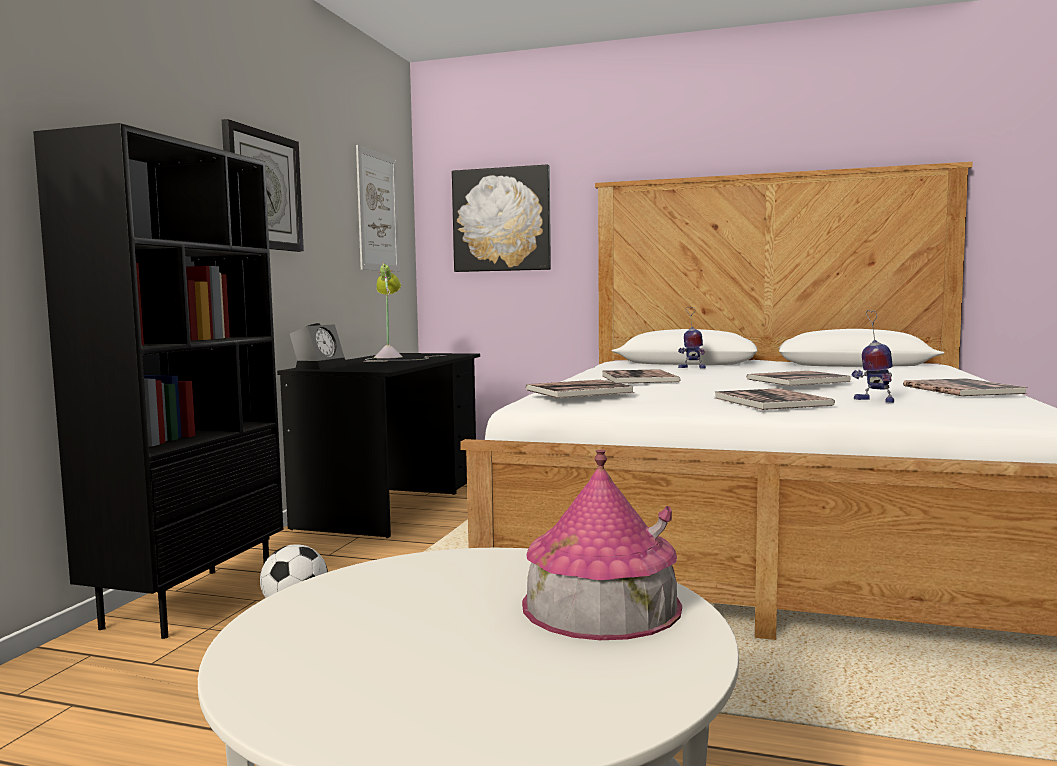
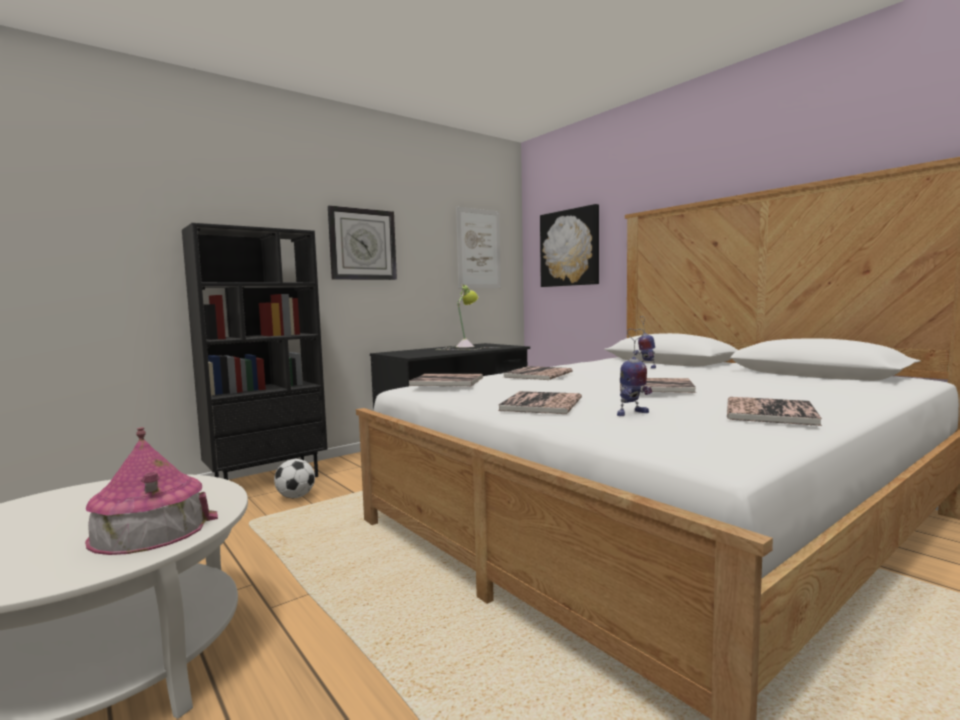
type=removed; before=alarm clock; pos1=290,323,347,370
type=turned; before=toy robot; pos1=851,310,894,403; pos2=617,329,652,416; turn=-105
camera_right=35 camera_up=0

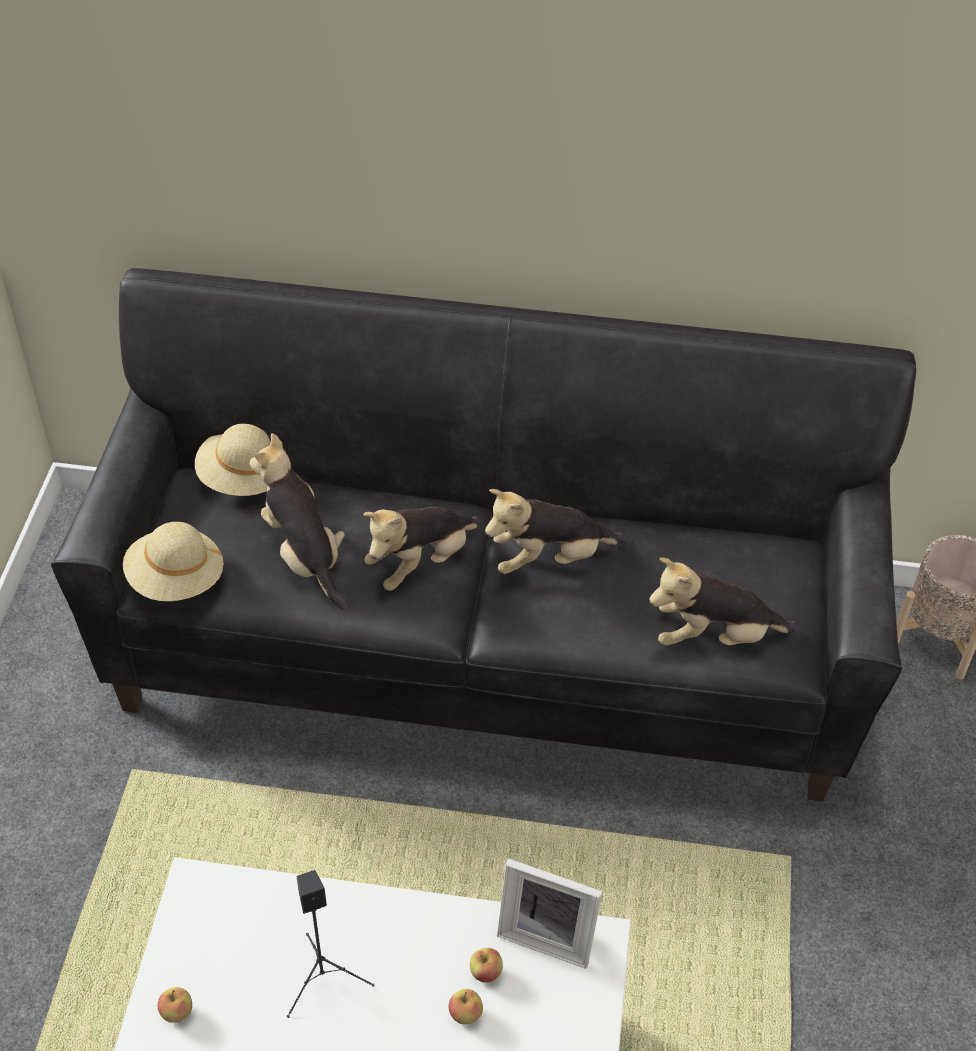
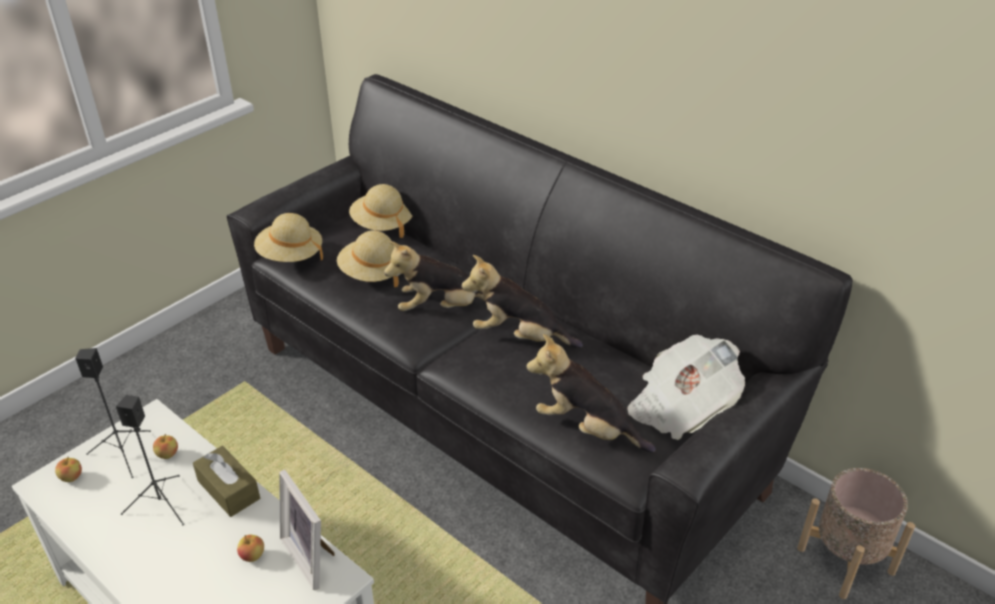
type=replaced; before=soft toy; after=sand-coloured hat; pos1=250,433,349,610; pos2=337,230,399,287
type=moved; before=whole apple; pos1=449,989,483,1024; pos2=153,434,178,459
type=added; after=blackish speaker; pos2=75,348,151,478
type=added; after=brownish box of tissues; pos2=193,446,260,517
type=added; after=newspaper; pos2=627,334,745,440
camera_right=35 camera_up=-10

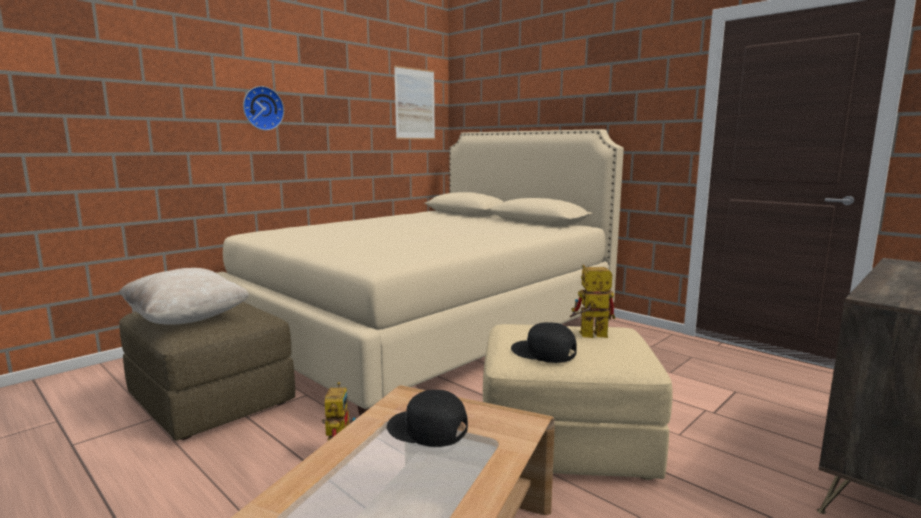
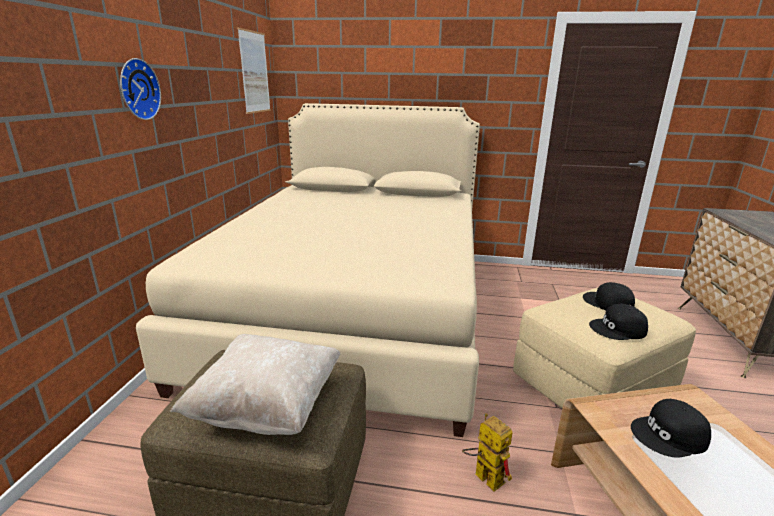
type=replaced; before=toy robot; after=blackish baseball cap; pos1=570,265,615,338; pos2=583,282,635,311
camera_right=-35 camera_up=10

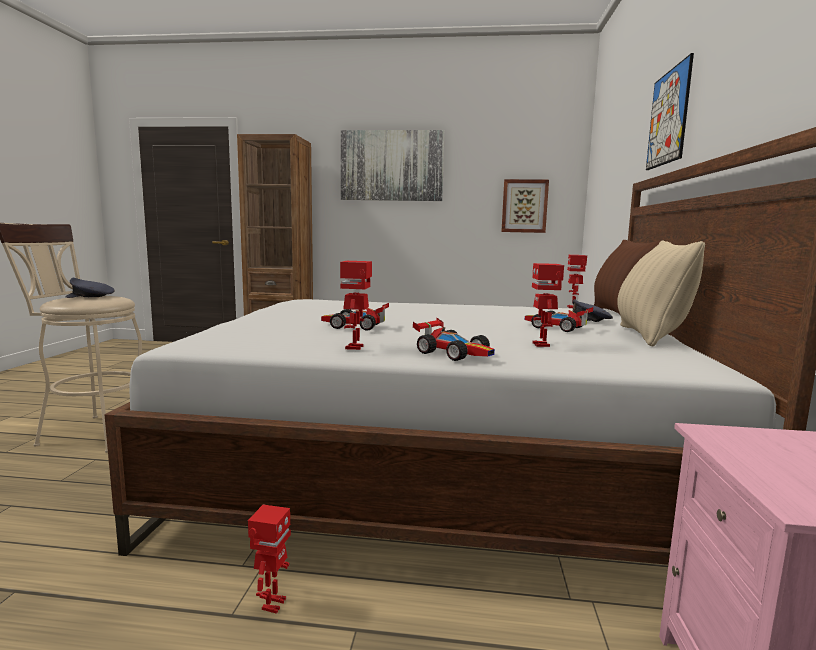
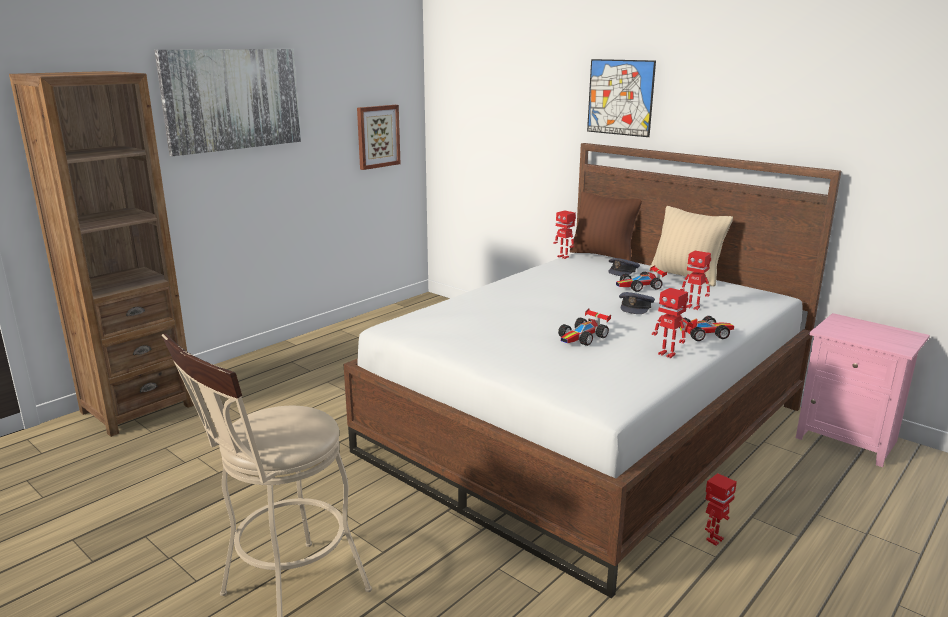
type=moved; before=greyish baseball cap; pos1=66,278,114,298; pos2=619,292,655,314
type=turned; before=toy robot; pos1=248,504,291,614; pos2=705,473,737,546; turn=90
camera_right=-55 camera_up=10

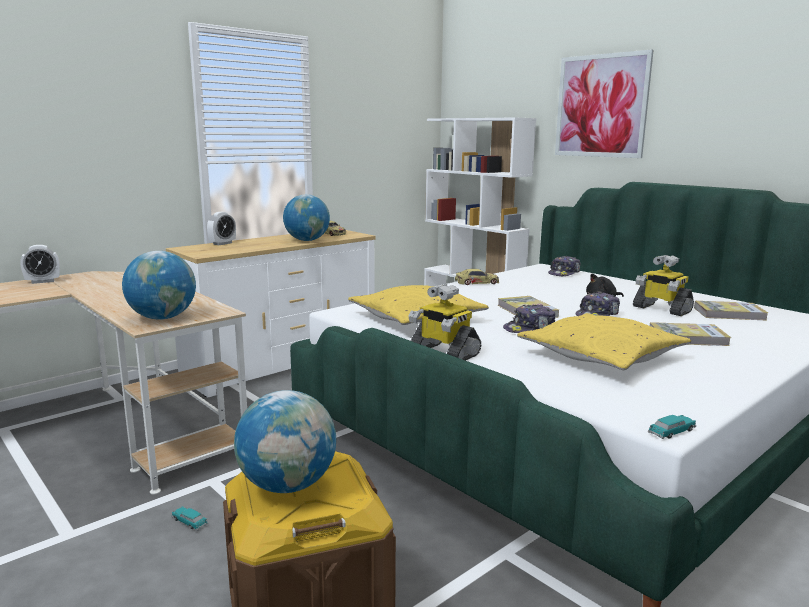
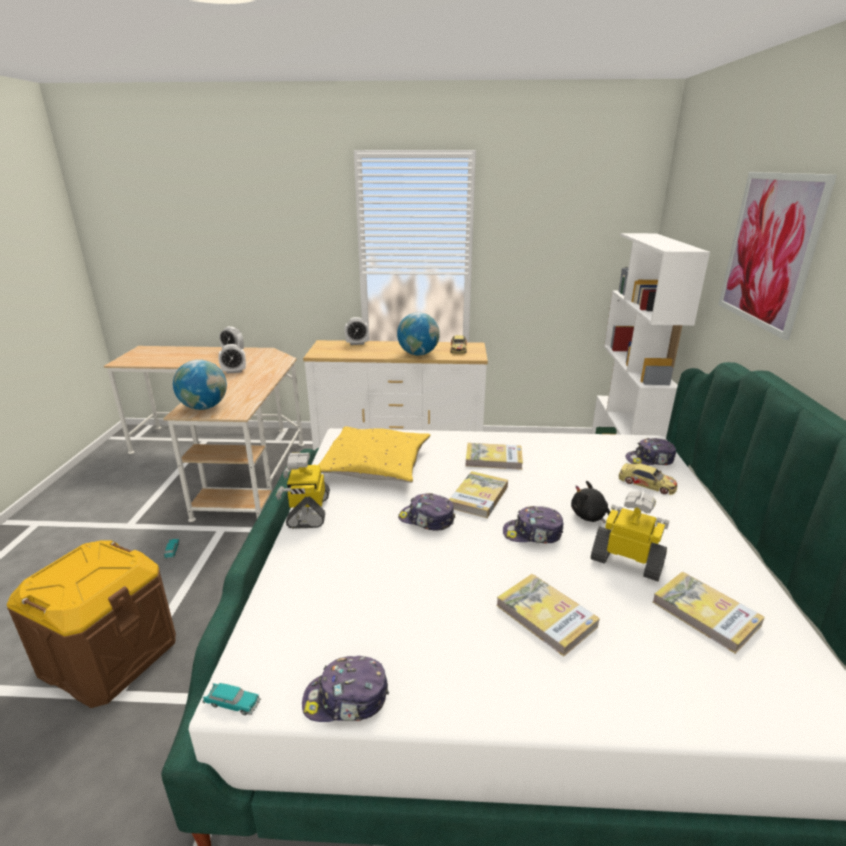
type=removed; before=desk globe; pos1=234,390,336,493
type=moved; before=model car; pos1=455,269,499,285; pos2=619,463,677,495
type=removed; before=yellowish throw pillow; pos1=517,313,691,370
type=turned; before=toy robot; pos1=633,255,694,316; pos2=591,491,669,581; turn=120
type=added; after=alarm clock; pos2=218,344,246,374
type=added; after=baseball cap; pos2=302,656,389,722
type=added; after=book; pos2=466,443,523,470
camera_right=45 camera_up=10

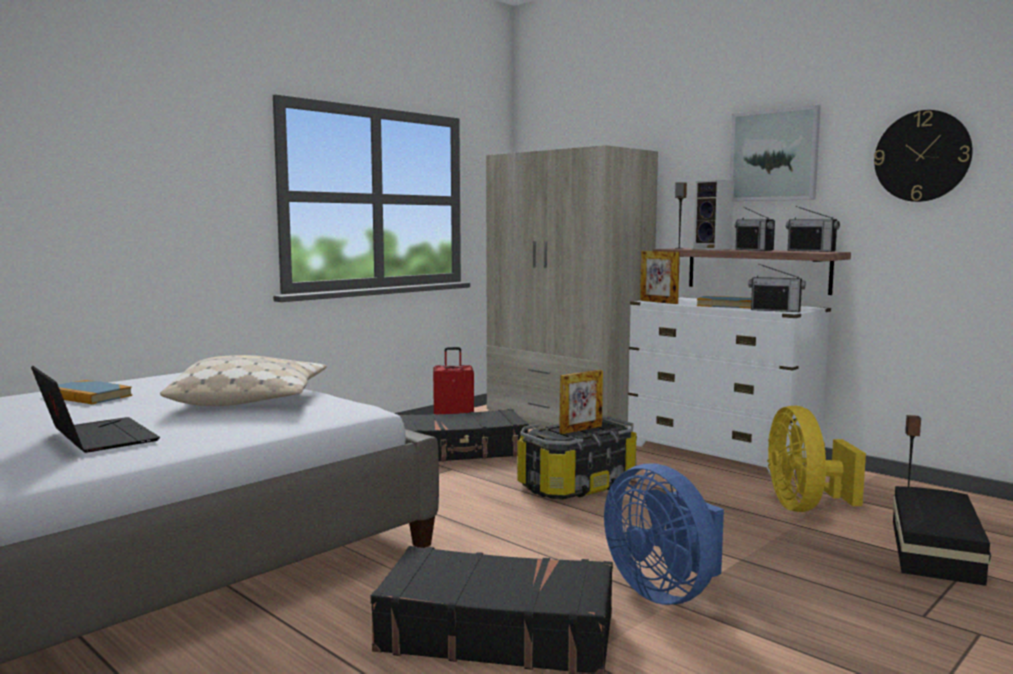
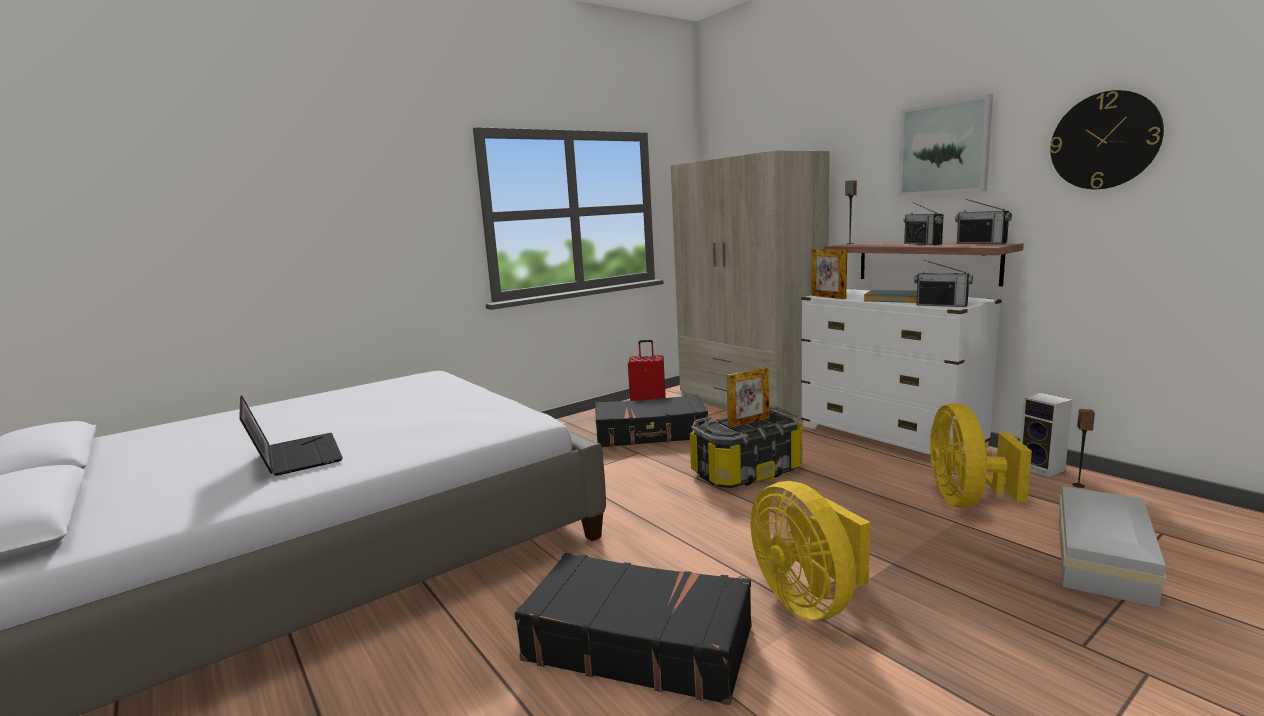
type=removed; before=book; pos1=58,380,132,404
type=removed; before=sand-coloured throw pillow; pos1=160,355,327,406
type=recoloured; before=bluish electric fan; after=yellowish electric fan; pos1=604,463,724,605; pos2=750,481,870,621
type=moved; before=speaker; pos1=693,180,734,250; pos2=1020,393,1073,477
type=recoloured; before=blackish storage bin; after=white-coloured storage bin; pos1=893,486,991,586; pos2=1059,486,1166,608
camera_right=10 camera_up=5

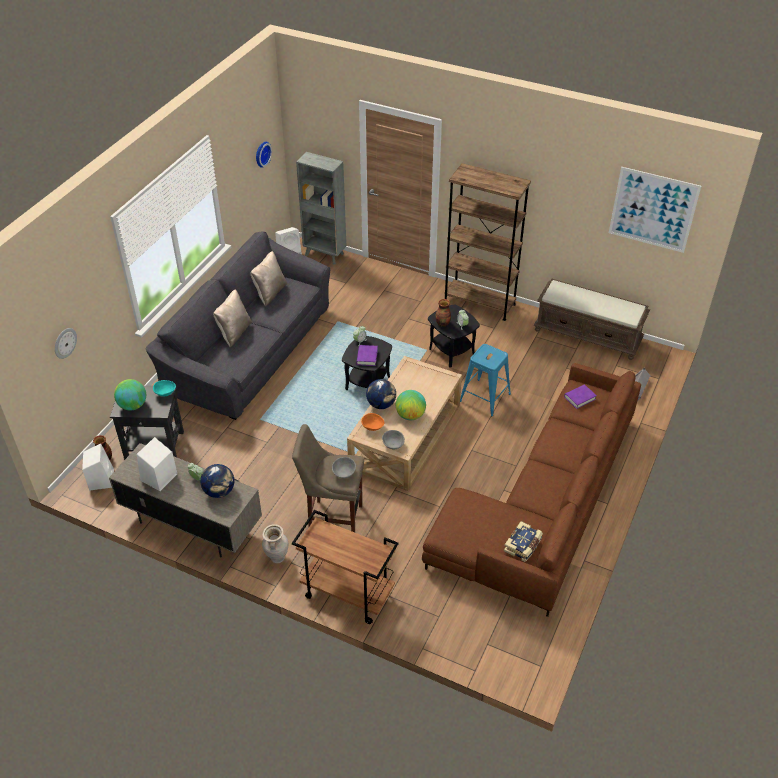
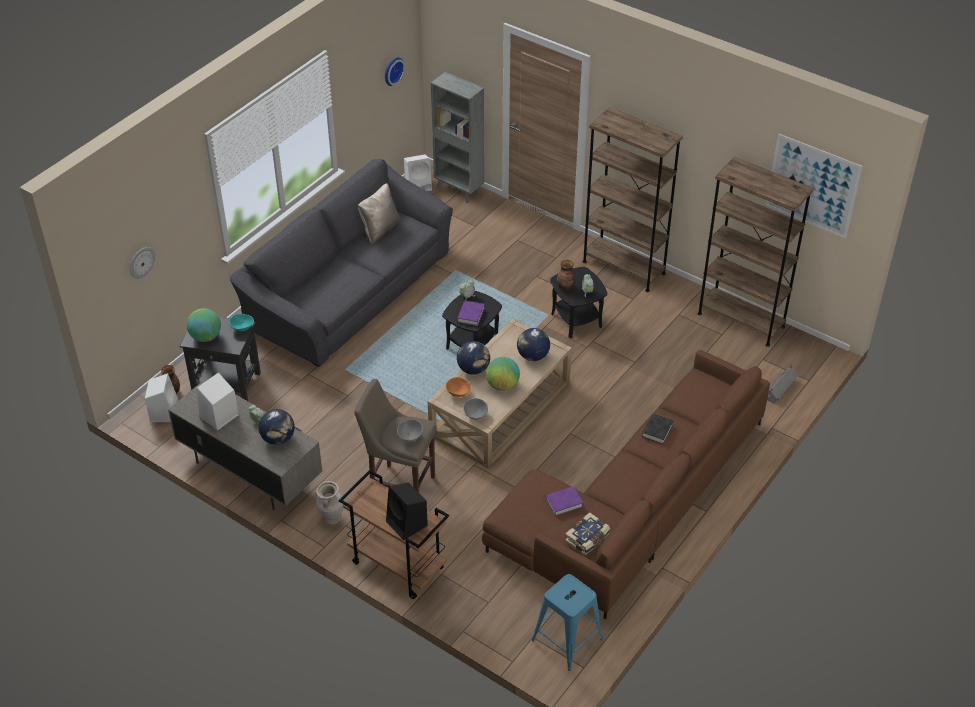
type=removed; before=sand-coloured throw pillow; pos1=214,289,252,348
type=moved; before=bluish stool seat; pos1=460,344,511,416; pos2=532,574,603,671
type=replaced; before=brownish bench; after=brownish shelving unit; pos1=534,279,650,360; pos2=697,157,814,347
type=moved; before=purple book; pos1=564,385,597,409; pos2=546,486,583,516
type=added; after=blackish speaker; pos2=386,482,428,540
type=added; after=desk globe; pos2=517,328,550,361
type=added; after=blackish book; pos2=642,413,674,444
camera_right=10 camera_up=0

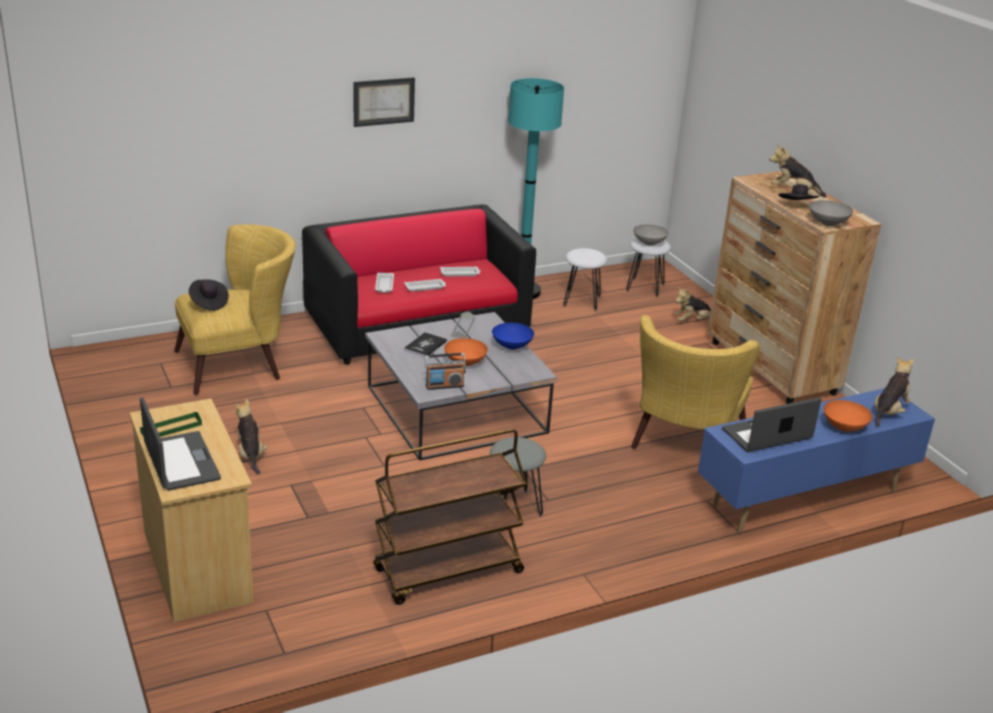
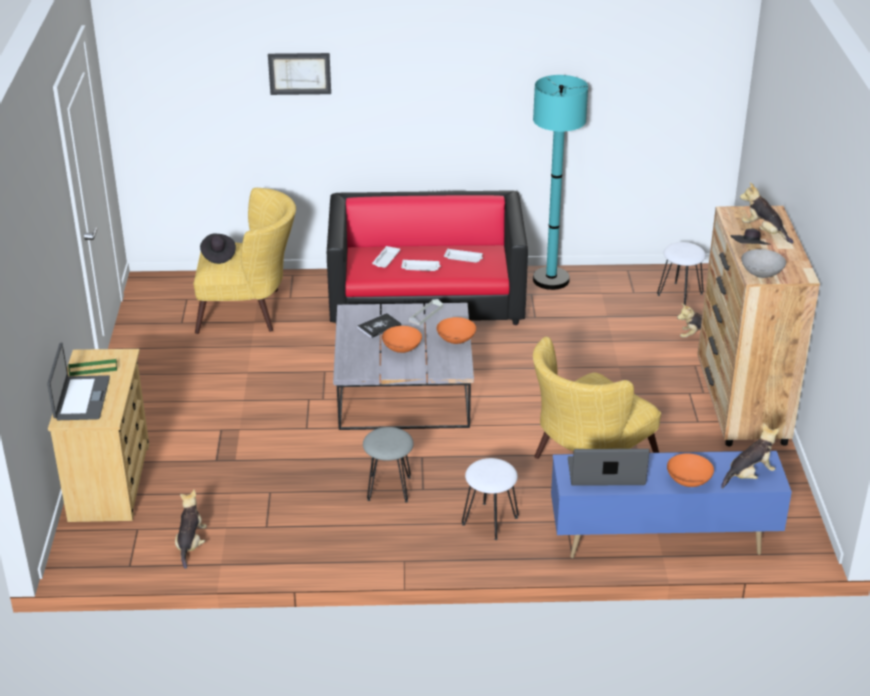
type=moved; before=soft toy; pos1=235,399,268,475; pos2=175,490,207,569
type=moved; before=wall picture; pos1=353,77,415,127; pos2=268,53,331,95
type=removed; before=brownish trolley; pos1=373,429,527,605
type=removed; before=radio; pos1=425,353,466,390
type=recoloured; before=bluish deep dish; after=orange-coloured deep dish; pos1=492,323,534,350; pos2=437,317,476,344
type=moved; before=white-coloured stool seat; pos1=564,248,607,311; pos2=462,458,519,540
type=removed; before=greyish deep dish; pos1=634,224,668,246
camera_right=25 camera_up=5

